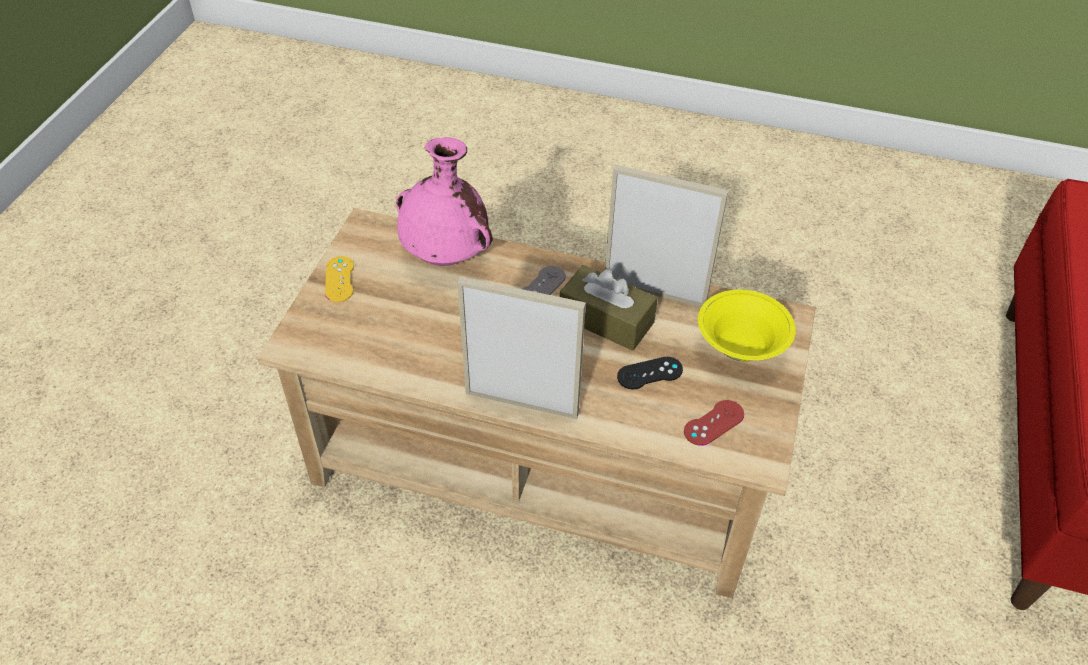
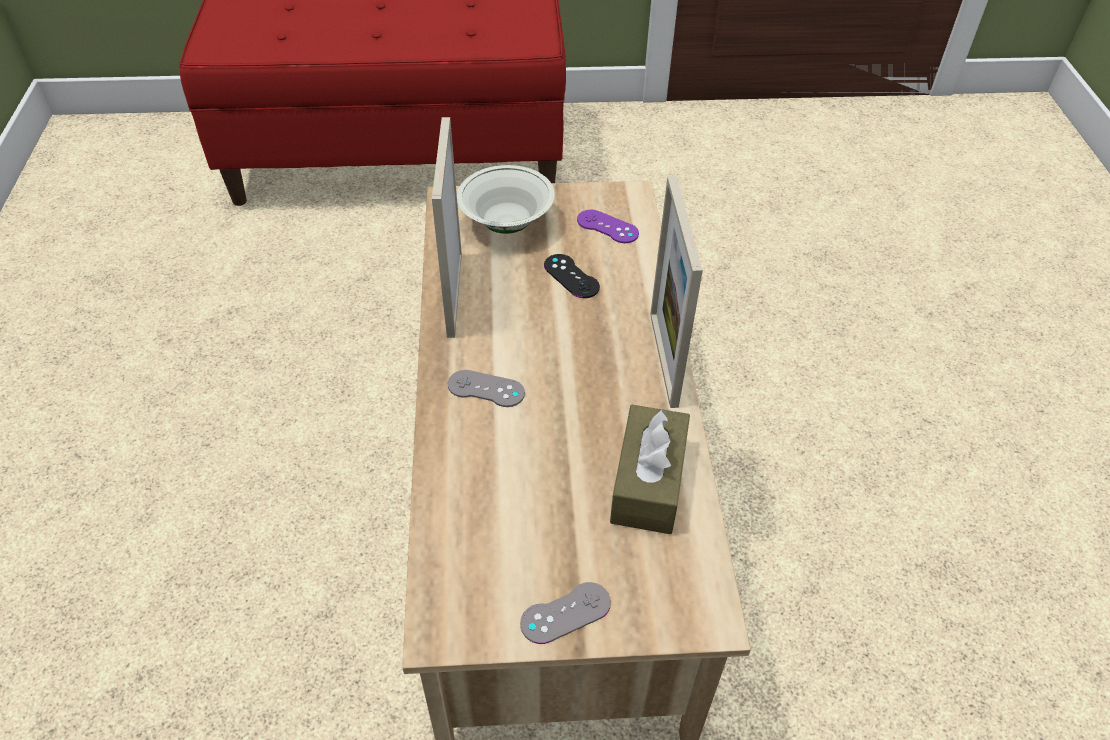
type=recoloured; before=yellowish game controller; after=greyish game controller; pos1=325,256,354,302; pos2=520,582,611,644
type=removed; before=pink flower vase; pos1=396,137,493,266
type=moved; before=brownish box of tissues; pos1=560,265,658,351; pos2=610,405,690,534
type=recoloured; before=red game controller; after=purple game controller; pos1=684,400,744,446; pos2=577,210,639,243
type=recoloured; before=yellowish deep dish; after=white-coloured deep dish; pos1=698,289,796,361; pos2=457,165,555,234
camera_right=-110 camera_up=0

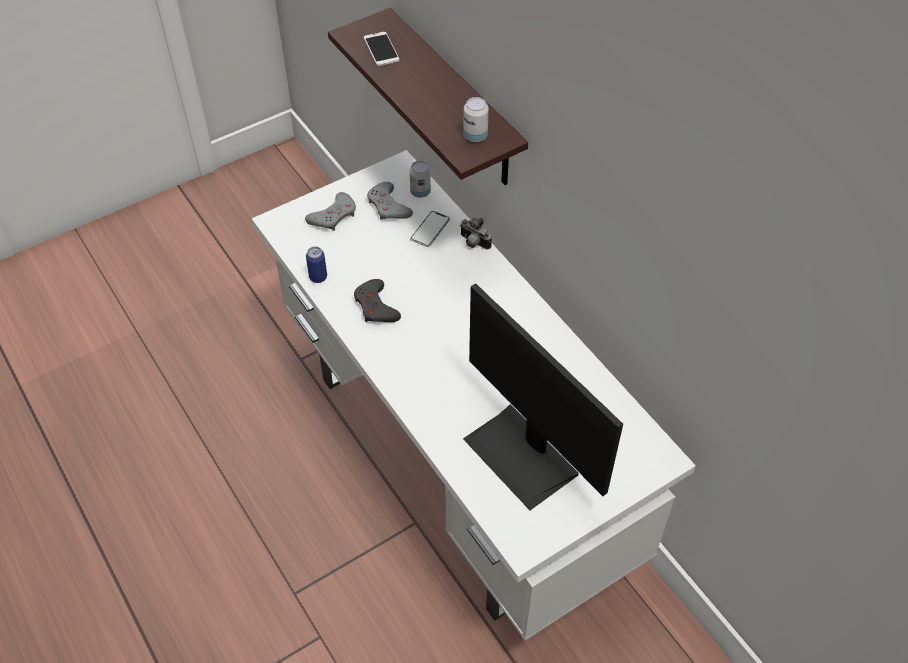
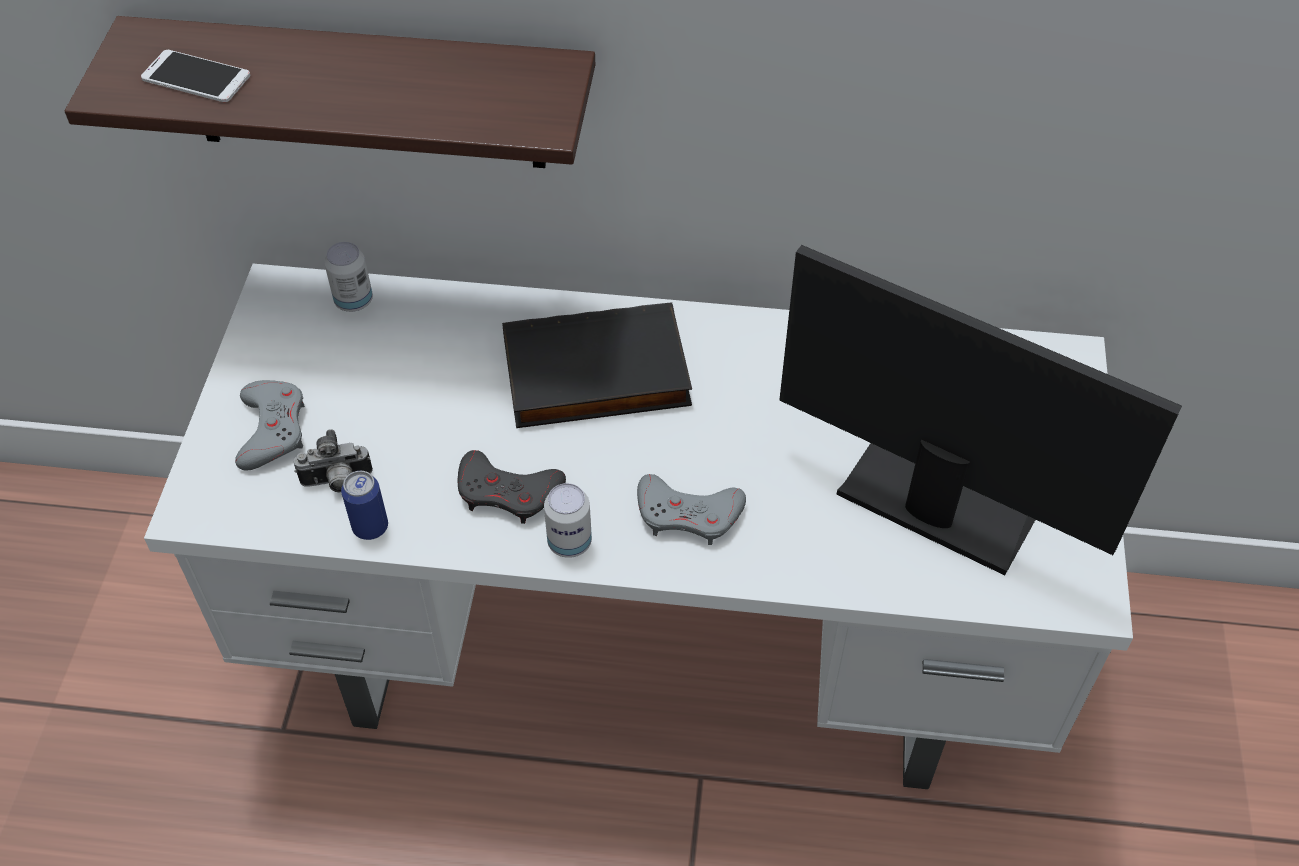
type=moved; before=greyish game controller; pos1=367,182,413,220; pos2=637,474,746,545
type=removed; before=phone; pos1=410,211,450,247
type=moved; before=still camera; pos1=460,218,492,250; pos2=294,429,373,492
type=moved; before=metal can; pos1=463,97,489,142; pos2=544,483,592,558
type=turned; before=computer screen; pos1=463,283,623,510; pos2=779,245,1182,575; turn=-150
type=added; after=blackish book; pos2=502,302,692,428
camera_right=-50 camera_up=0

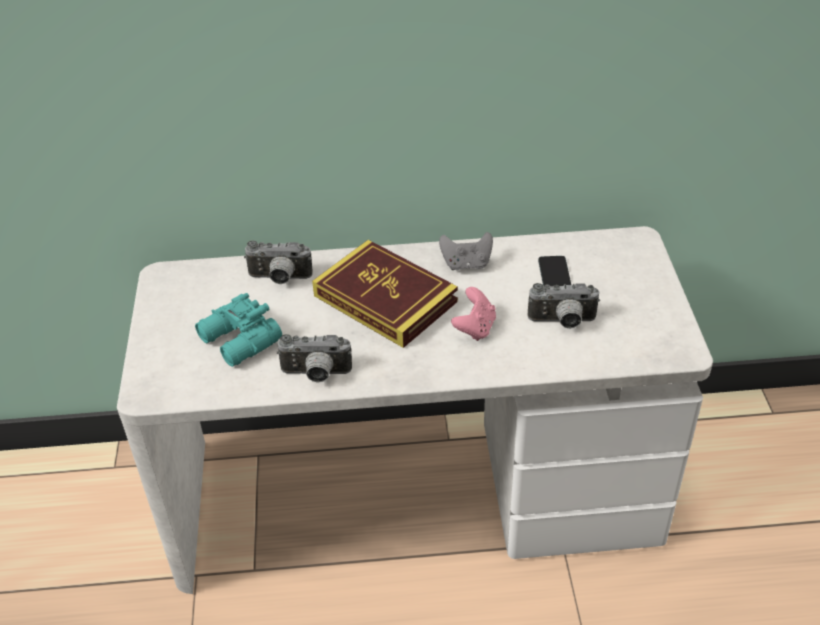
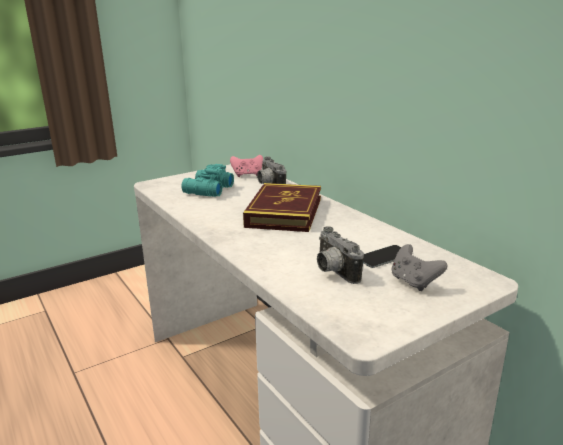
type=removed; before=still camera; pos1=277,334,352,383
type=moved; before=greyish game controller; pos1=439,232,493,270; pos2=392,244,448,291
type=moved; before=pink game controller; pos1=451,287,496,341; pos2=230,155,263,177
camera_right=60 camera_up=-20

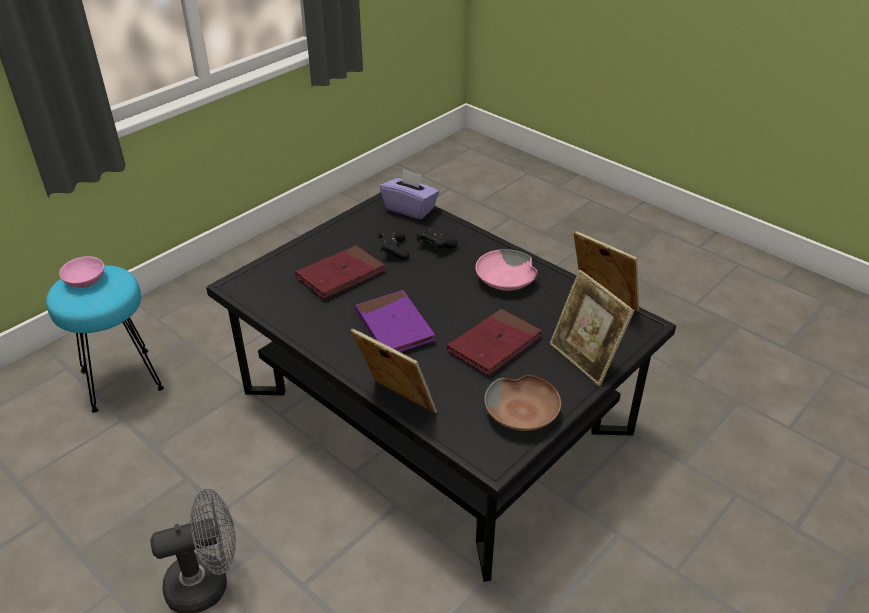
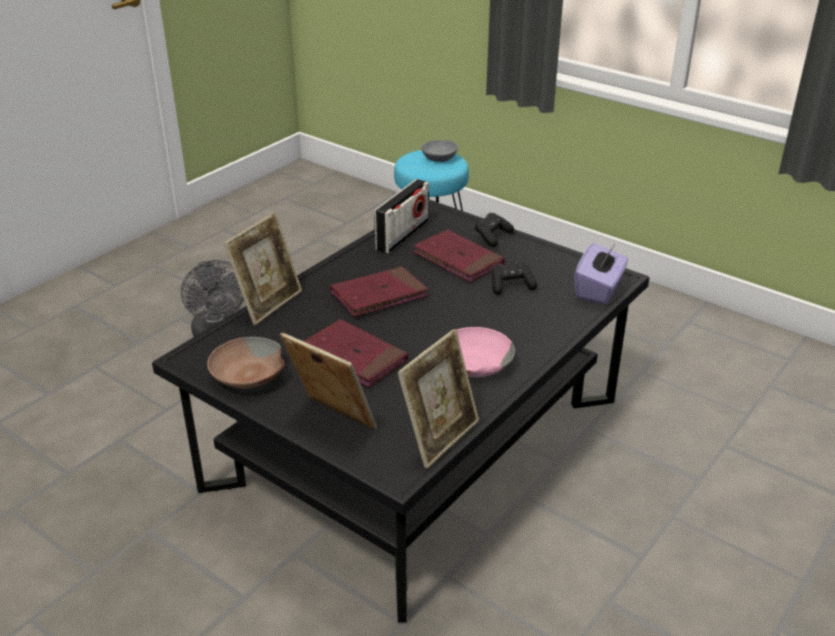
type=recoloured; before=pink deep dish; after=greyish deep dish; pos1=59,256,104,288; pos2=421,140,458,162
type=recoloured; before=purple book; after=red book; pos1=356,290,435,352; pos2=330,266,428,317
type=moved; before=blackish game controller; pos1=417,228,458,250; pos2=474,213,514,247
type=turned; before=photo frame; pos1=549,270,634,386; pos2=280,332,377,429; turn=75
type=added; after=radio; pos2=374,179,429,254
camera_right=85 camera_up=-5

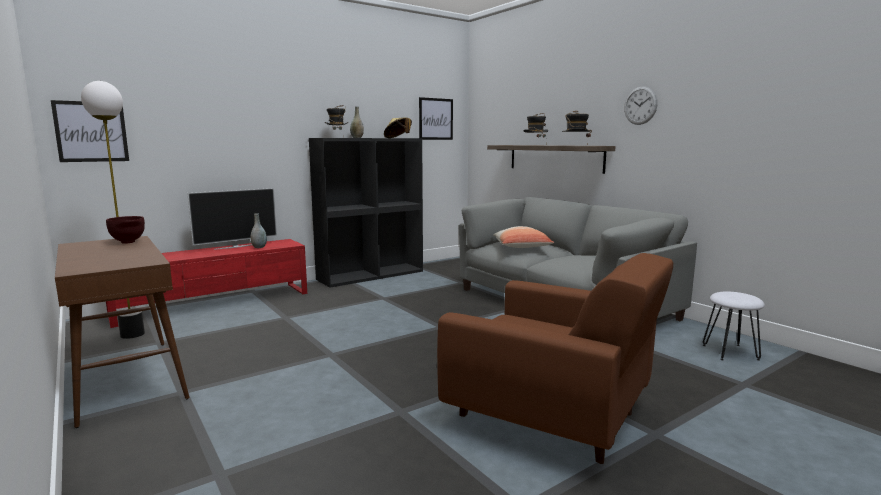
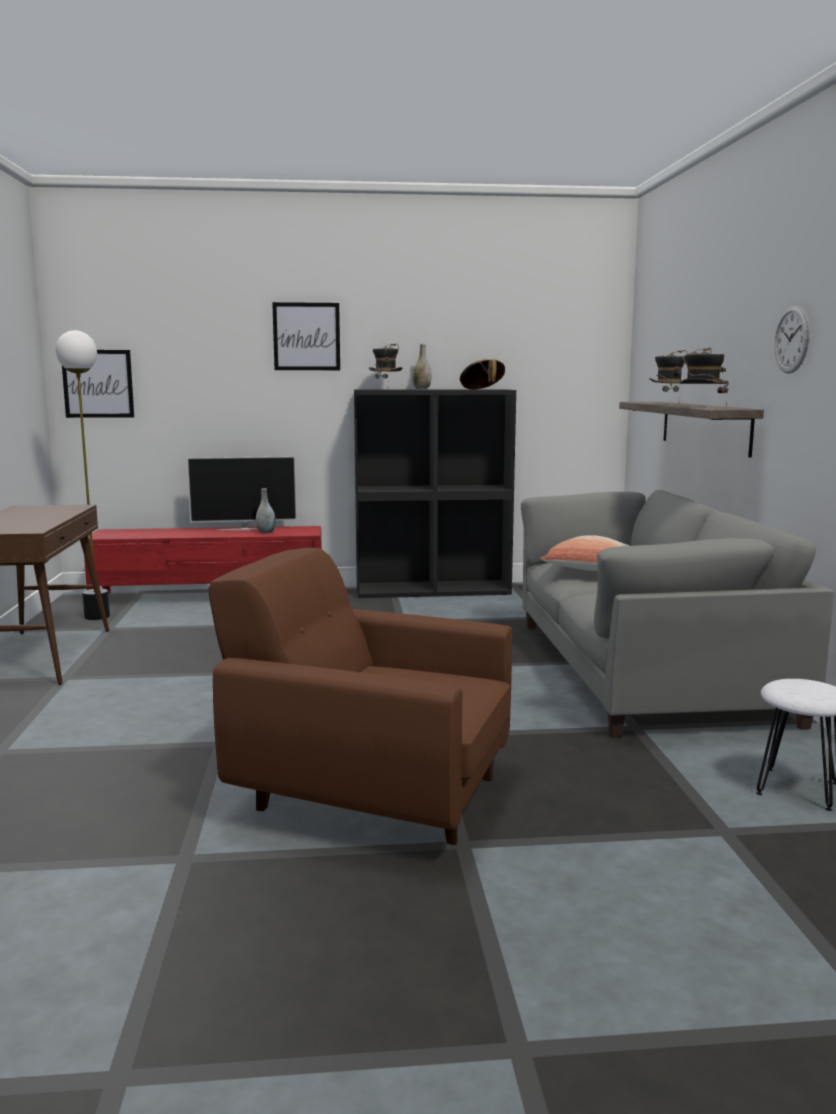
type=removed; before=brownish deep dish; pos1=106,216,145,244
type=moved; before=wall picture; pos1=419,97,453,140; pos2=272,302,340,370
type=turned; before=brownish armchair; pos1=437,253,673,464; pos2=209,548,512,845; turn=135
camera_right=30 camera_up=0

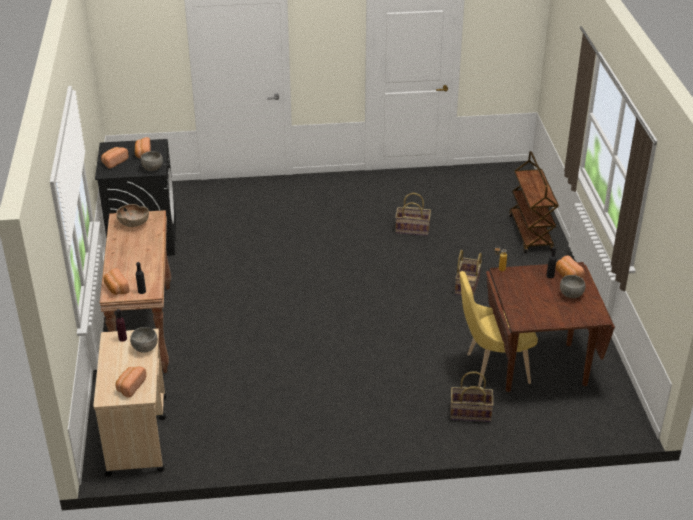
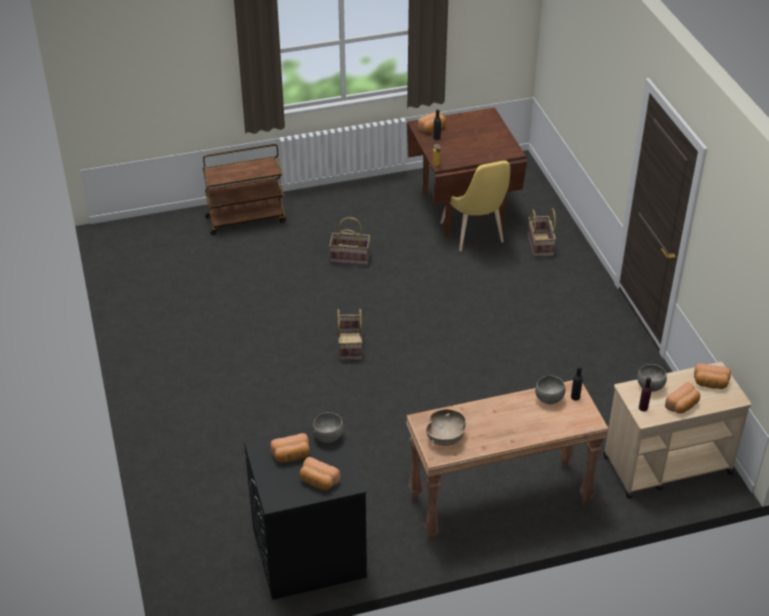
type=moved; before=baked bread; pos1=104,268,129,295; pos2=665,382,700,414
type=moved; before=storage basket; pos1=395,193,431,236; pos2=338,309,362,360
type=moved; before=greyish deep dish; pos1=560,275,586,298; pos2=535,376,566,404
camera_right=-100 camera_up=5

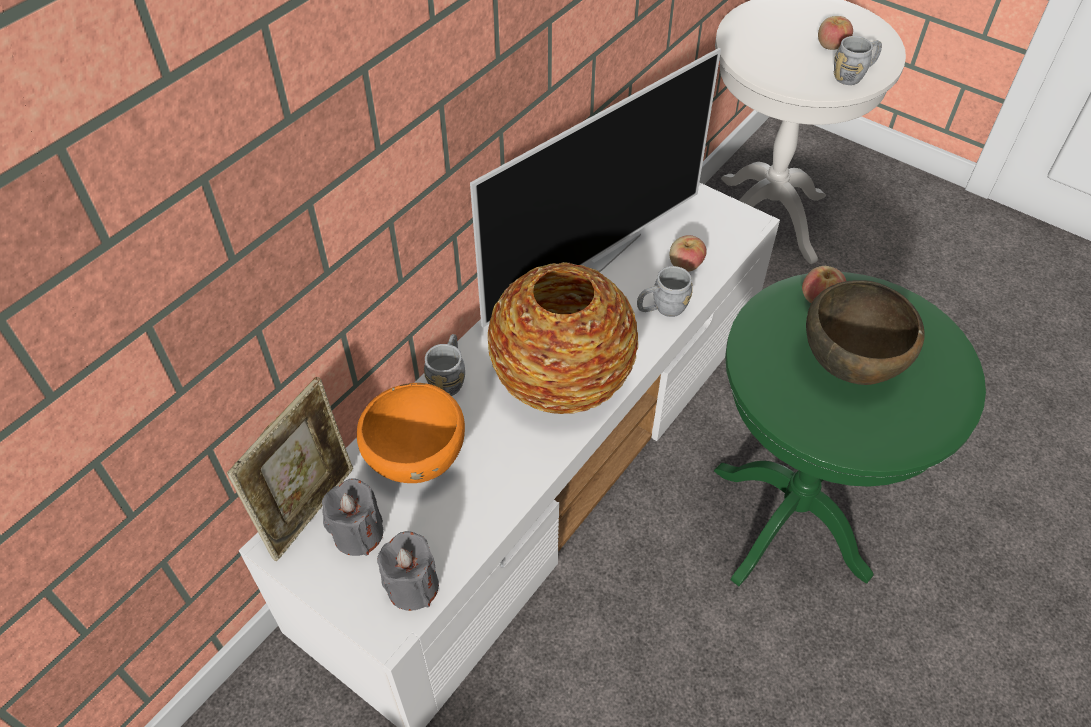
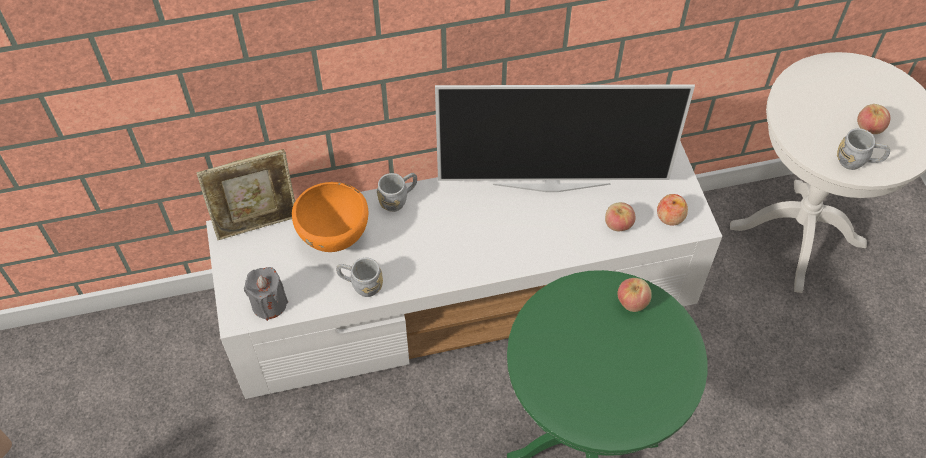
type=removed; before=greyish candle; pos1=322,479,384,556
type=removed; before=flower vase; pos1=488,262,638,414
type=moved; before=greyish coffee mug; pos1=637,266,693,317; pos2=336,258,383,297
type=removed; before=brownish deep dish; pos1=806,280,925,385
type=added; after=whole apple; pos2=657,194,688,226
camera_right=40 camera_up=5

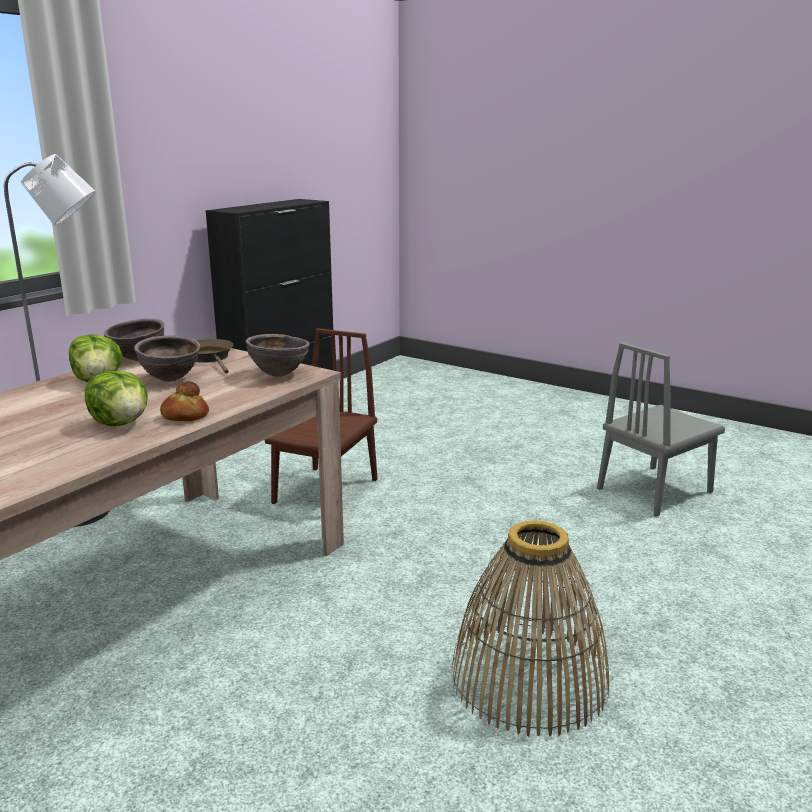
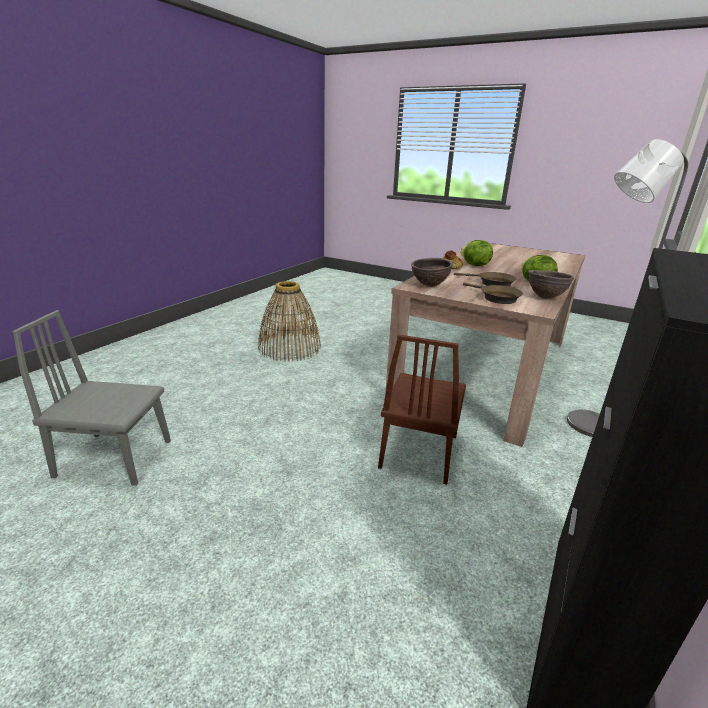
type=replaced; before=brownish deep dish; after=brownish skillet; pos1=134,335,201,382; pos2=454,272,517,287
type=turned; before=greyish plain chair; pos1=597,342,725,517; pos2=12,310,171,486; turn=-135
camera_right=175 camera_up=5

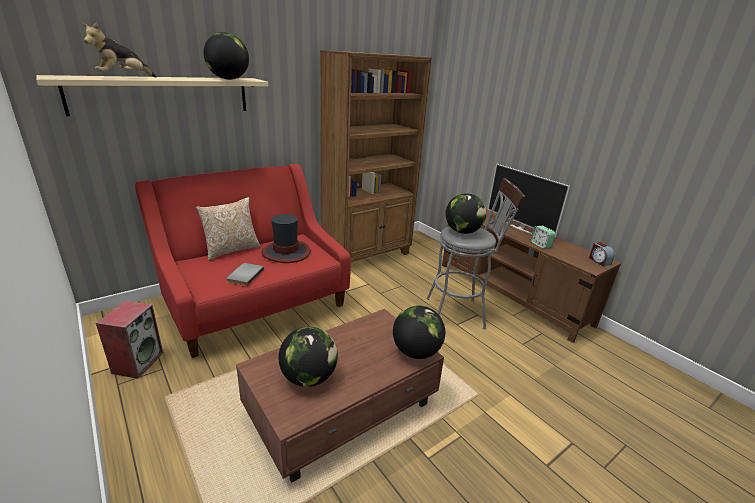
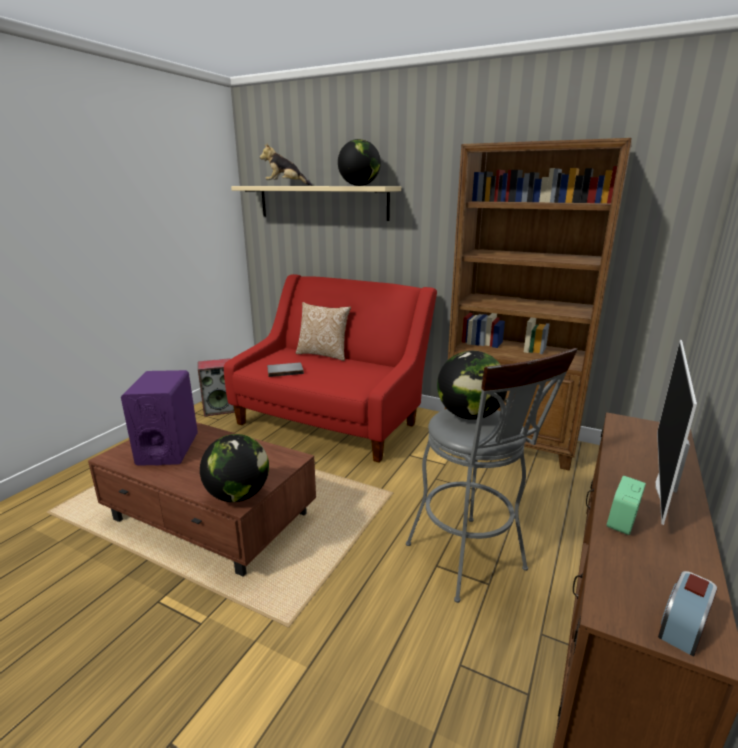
type=removed; before=hat; pos1=261,214,311,263
type=replaced; before=desk globe; after=purple speaker; pos1=279,327,338,387; pos2=121,370,198,466
camera_right=65 camera_up=-5

